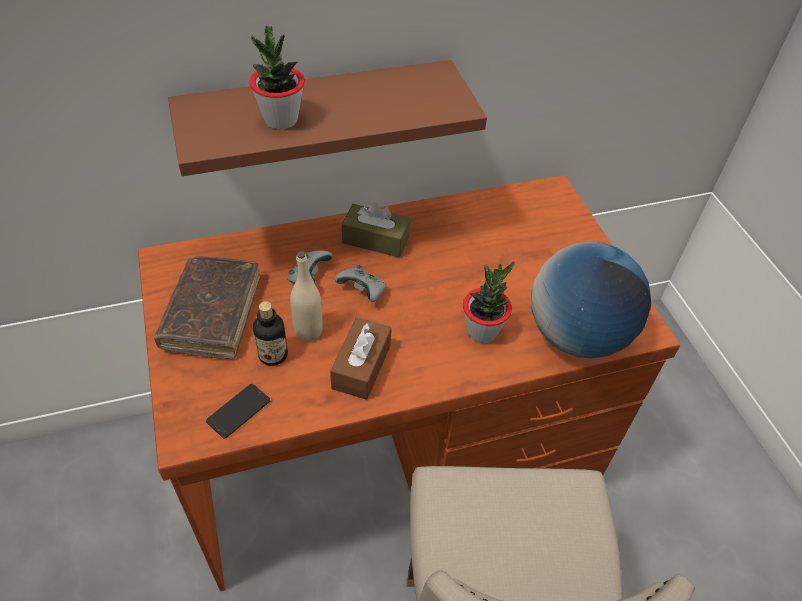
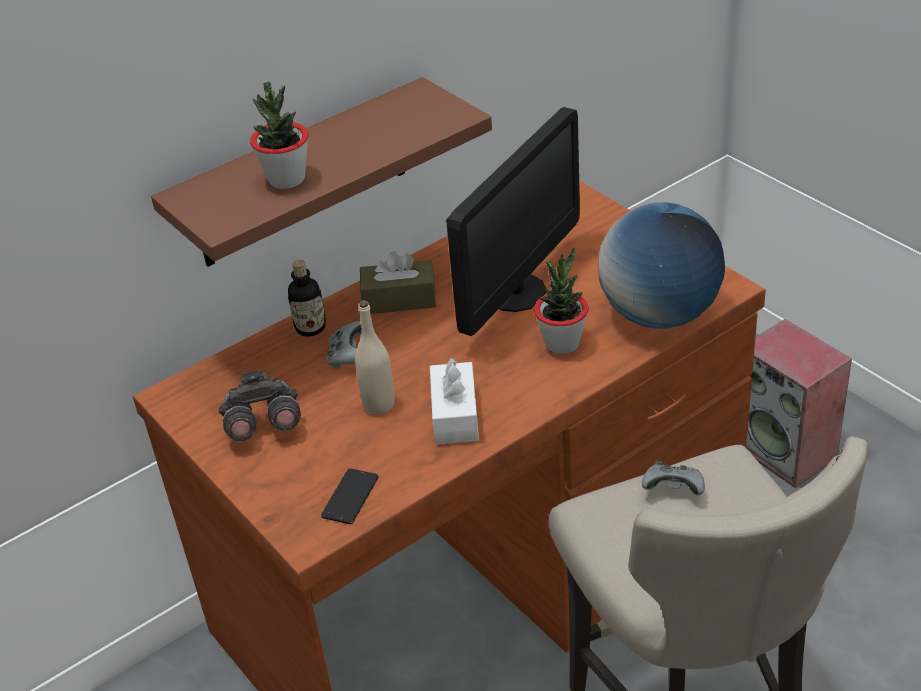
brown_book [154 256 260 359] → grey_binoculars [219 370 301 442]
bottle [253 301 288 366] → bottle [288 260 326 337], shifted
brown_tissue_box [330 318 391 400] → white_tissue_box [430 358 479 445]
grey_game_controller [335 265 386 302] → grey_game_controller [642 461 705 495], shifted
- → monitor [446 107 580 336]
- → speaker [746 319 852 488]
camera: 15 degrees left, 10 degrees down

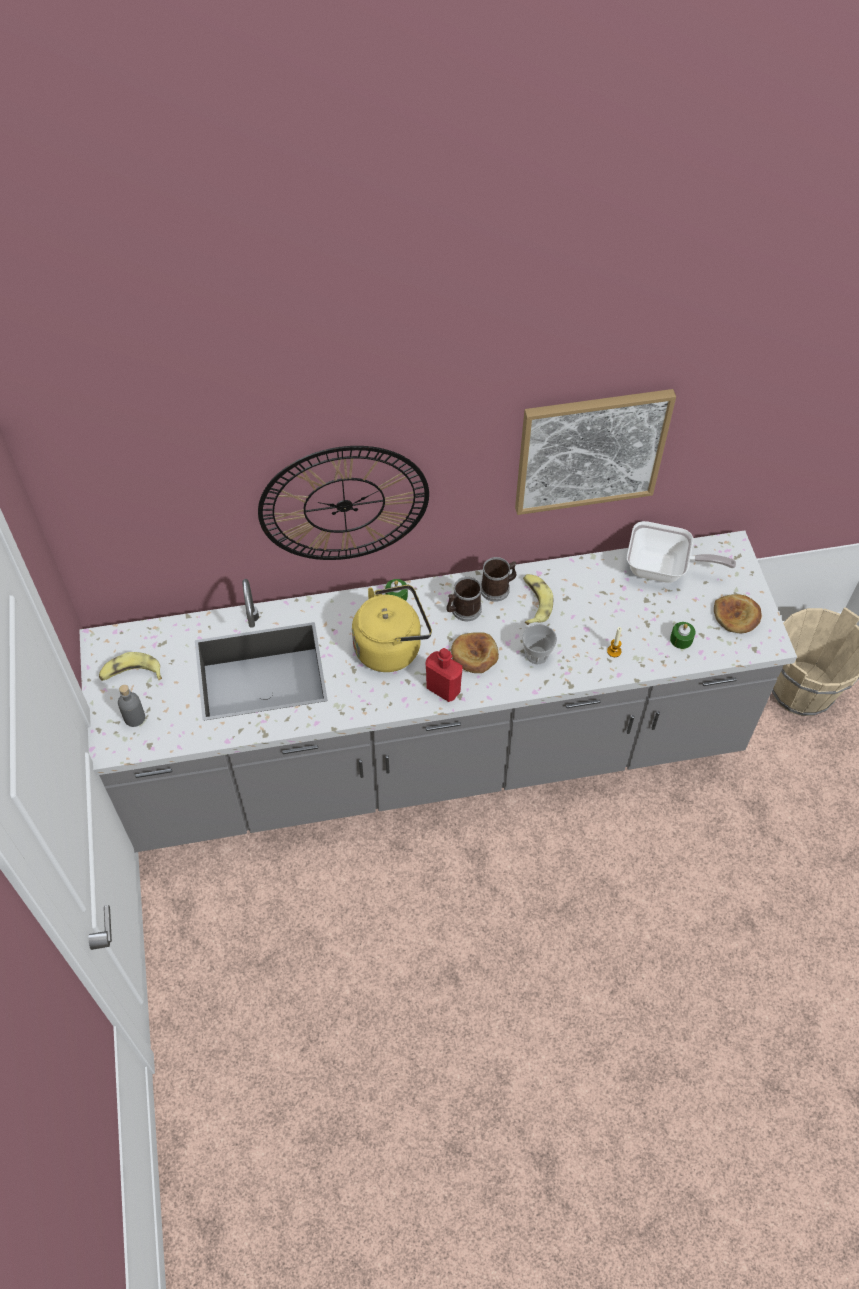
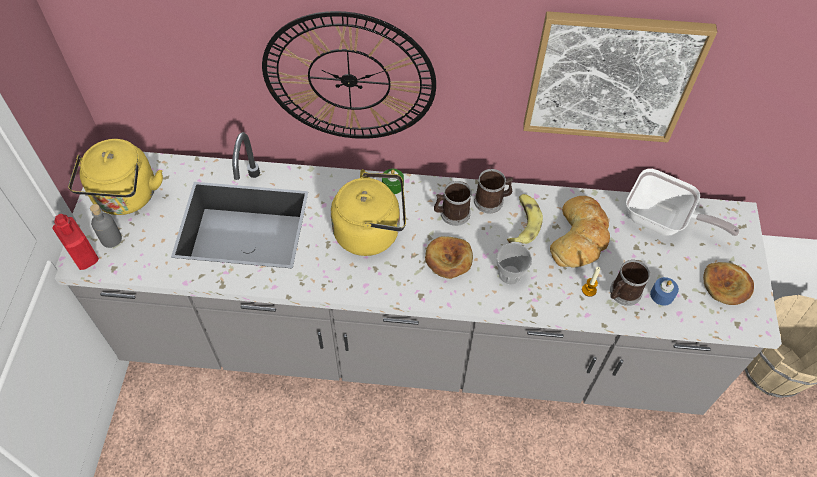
banana [99 652 162 681] → yellow_kettle [68 139 163 215]
red_bottle [425 648 463 702] → red_bottle [52 214 99 270], shifted
green_candle [670 622 695 649] → blue_candle [650 277 679 306]
- → bread [550 196 610 268]
- → mug [610 260 651 306]
camera: 15 degrees right, 0 degrees up

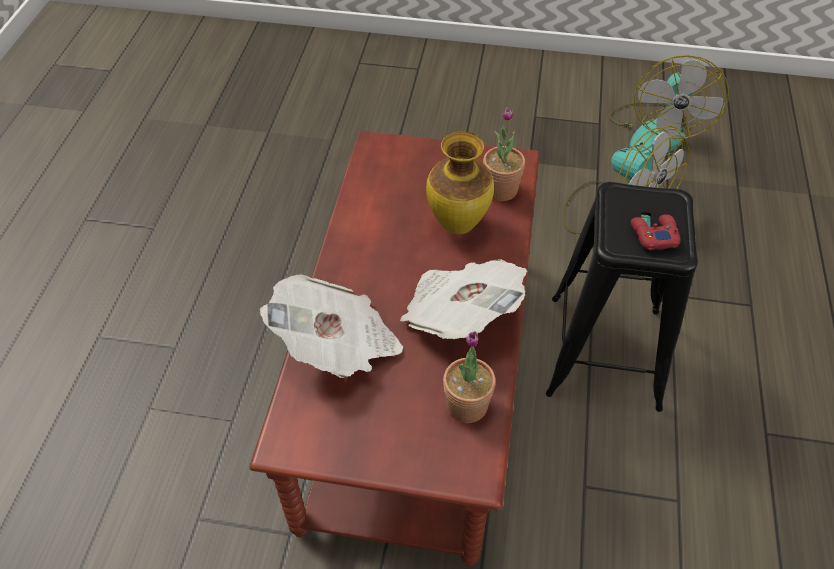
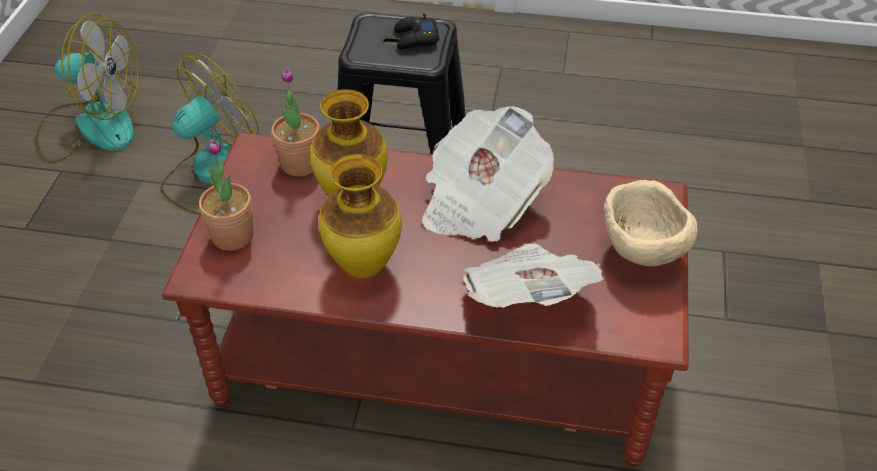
potted_plant [443 331 496 423] → potted_plant [199 139 253 251], shifted
red_game_controller [631 214 681 250] → black_game_controller [394 14 439 49]
- → vase [318 154 402 278]
- → beige_bowl [604 180 698 266]
camera: 90 degrees left, 5 degrees down

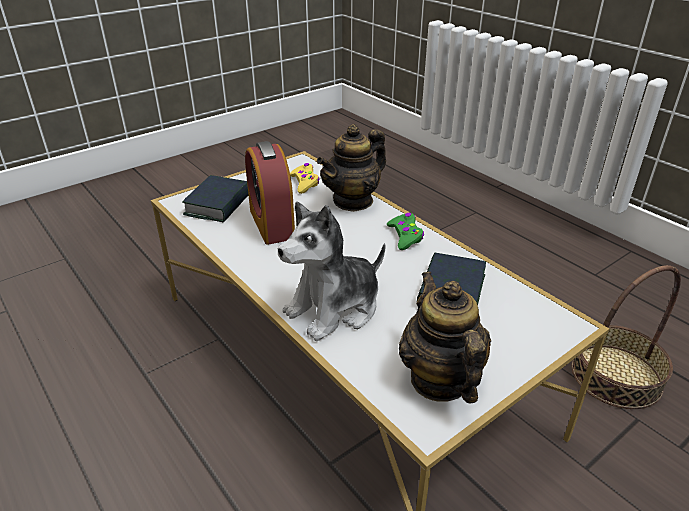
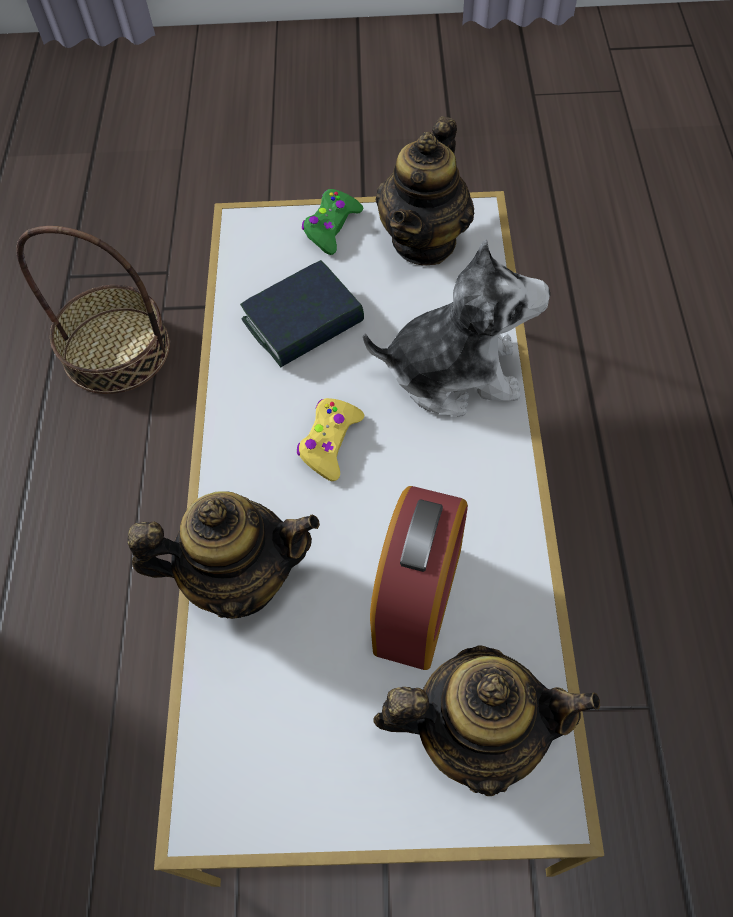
book [182 175 248 223] → teapot [374 645 600 796]
yellow_game_controller [290 163 320 194] → yellow_game_controller [297 398 364 481], shifted
green_game_controller [387 213 424 250] → green_game_controller [302 189 363 255], shifted
camera: 140 degrees left, 25 degrees up

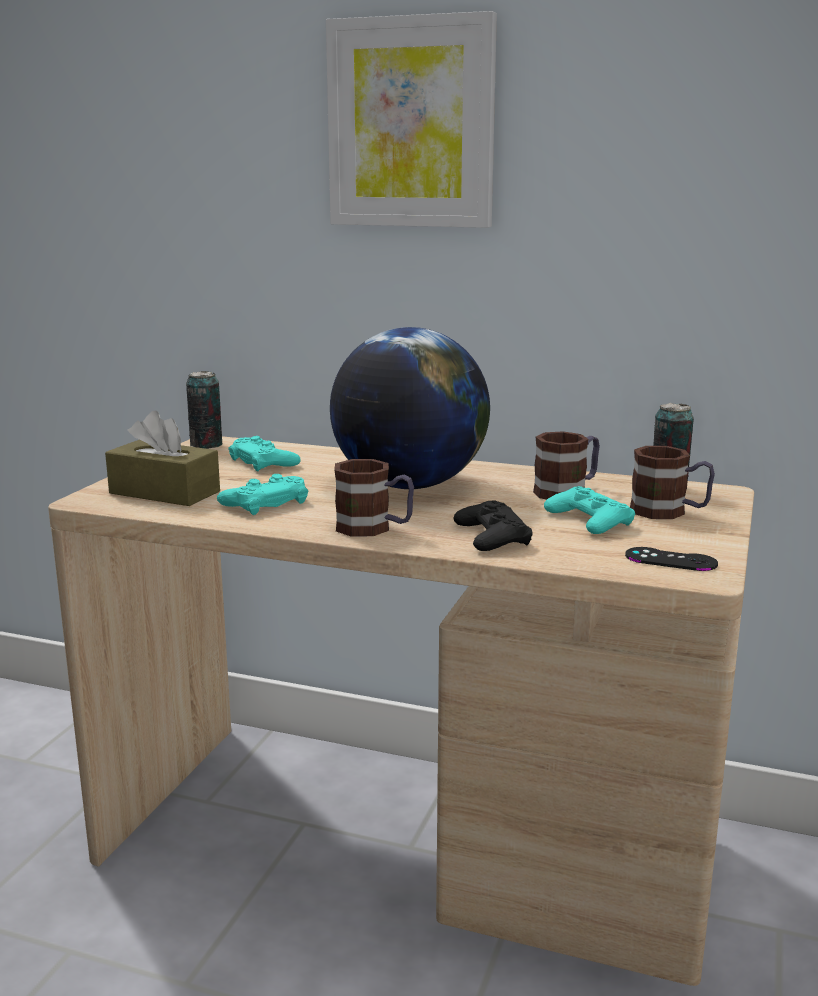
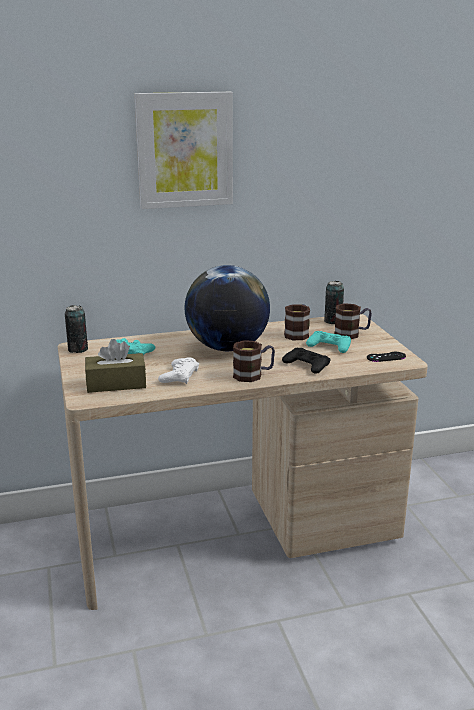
turquoise_game_controller [217 474 308 515] → white_game_controller [158 357 199 384]
camera: 35 degrees left, 5 degrees up

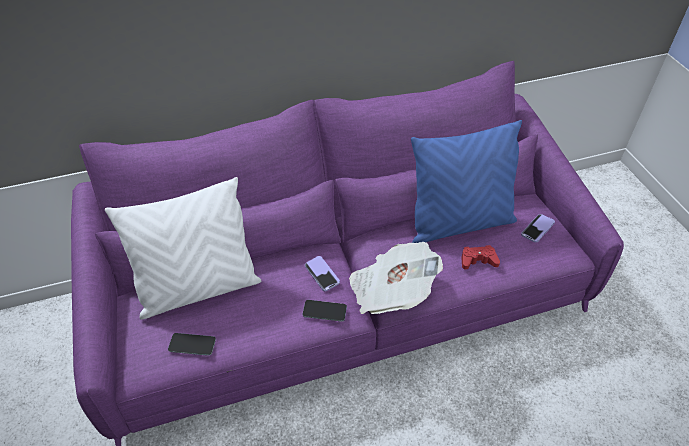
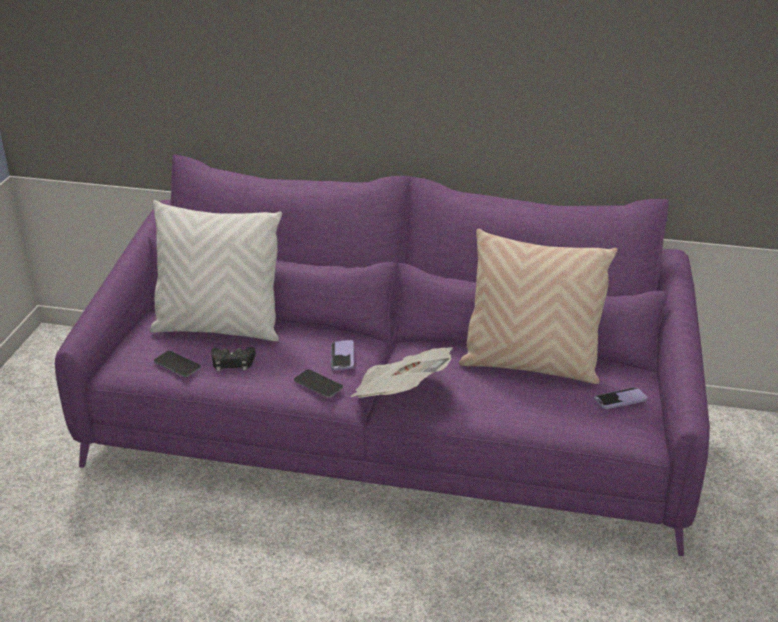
blue_pillow [411 120 522 243] → beige_pillow [459 229 618 384]
red_game_controller [461 245 500 269] → -
- → black_game_controller [211 347 256 371]
camera: 30 degrees right, 15 degrees down

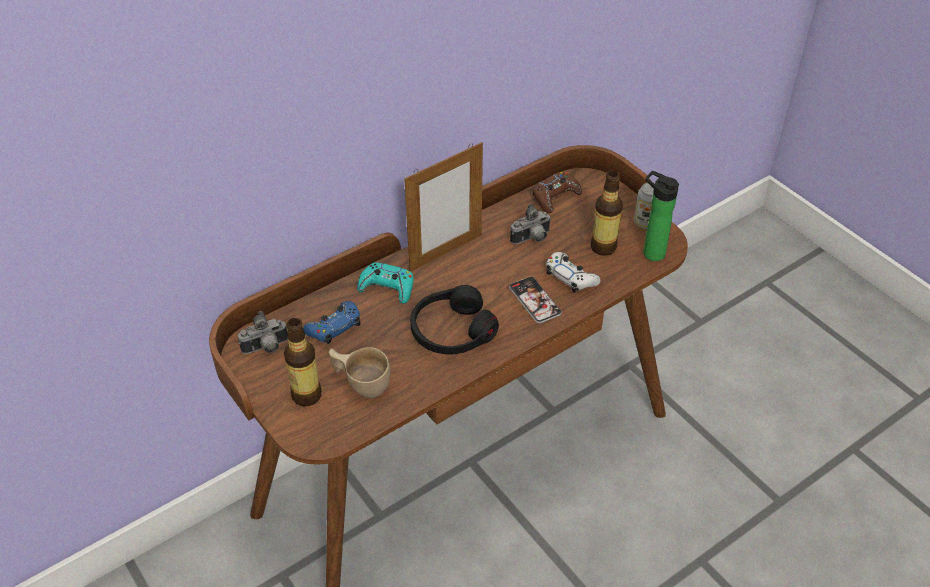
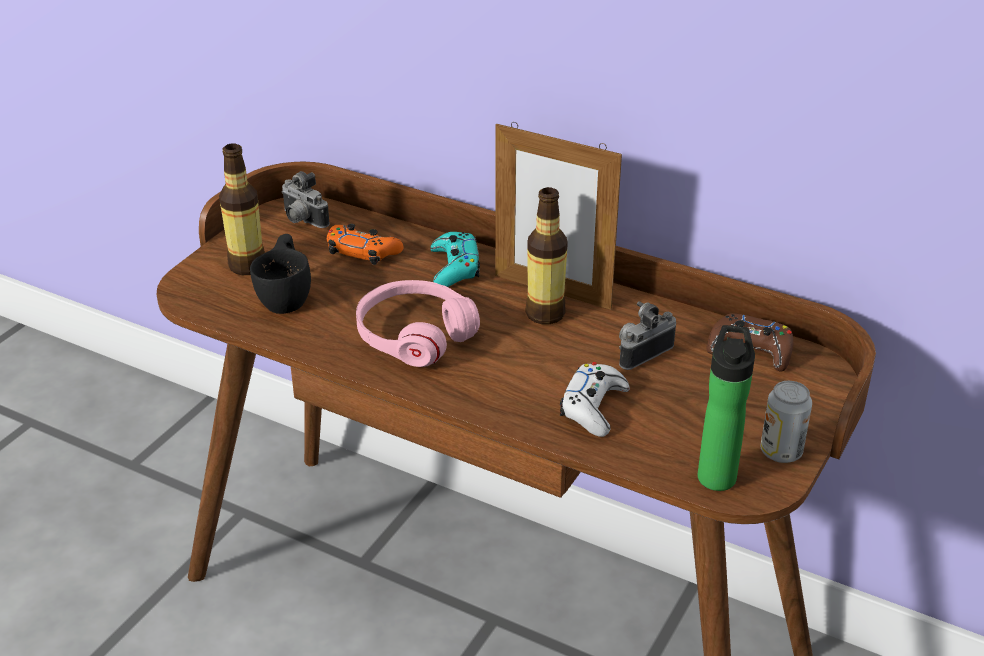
blue_game_controller [303 301 361 344] → orange_game_controller [327 224 403 265]
beige_cup [329 347 391 398] → black_cup [250 234 311 314]
black_headphones [410 285 499 355] → pink_headphones [356 280 480 367]
phone [509 277 562 324] → -
photo_camera [510 204 551 244] → photo_camera [619 301 676 370], 105 degrees clockwise
bottle [590 171 623 256] → bottle [525 187 568 324], shifted
camera: 65 degrees right, 10 degrees down

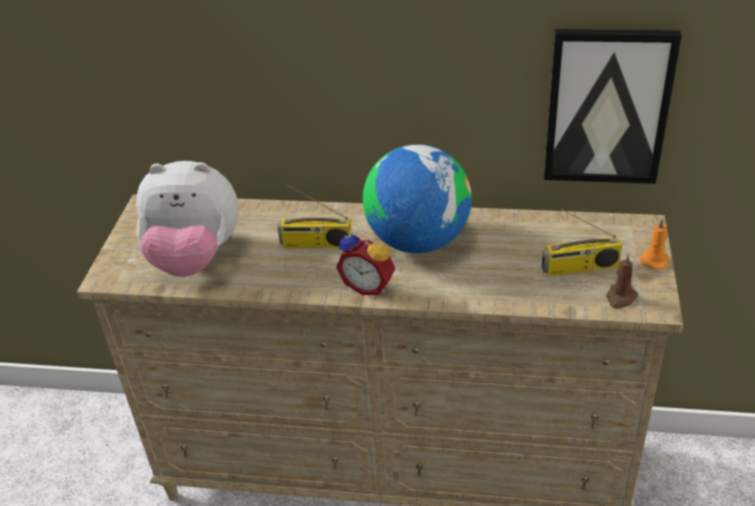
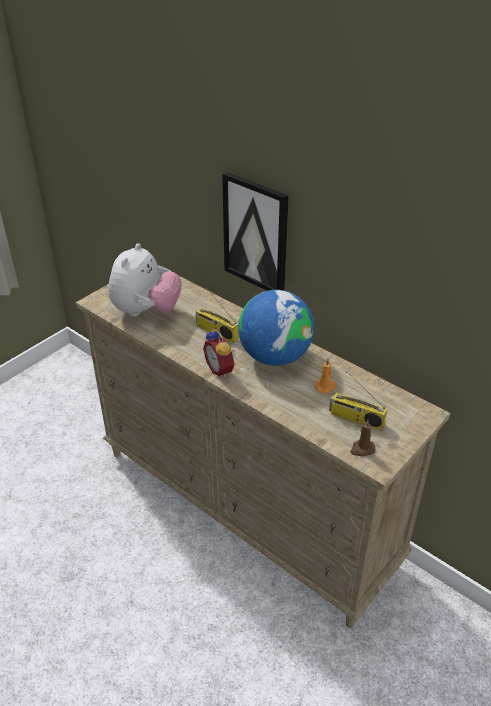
plush_toy [136 161 239 277] → plush_toy [109 243 182 317], 105 degrees counterclockwise
picture [544 29 682 184] → picture [222 172 289 291], shifted
orange_candle [639 218 669 270] → orange_candle [314 358 337 393], shifted
camera: 30 degrees right, 0 degrees up

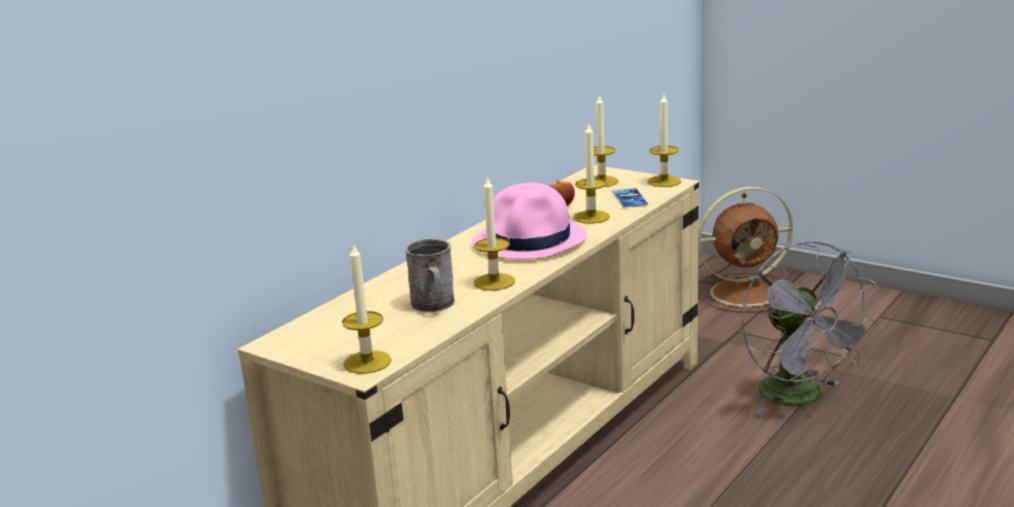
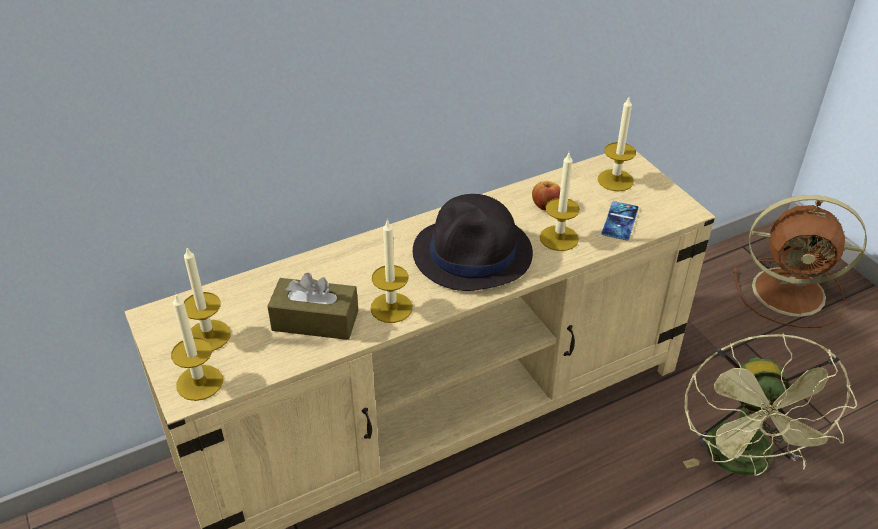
grey_mug [406 239 455 312] → brown_tissue_box [267 273 358 340]
pink_hat [472 183 587 259] → black_hat [413 194 533 291]
candle [647 95 681 187] → candle [184 246 230 351], shifted
grey_fan [742 241 878 415] → green_fan [683 333 857 476]
camera: 25 degrees right, 20 degrees up

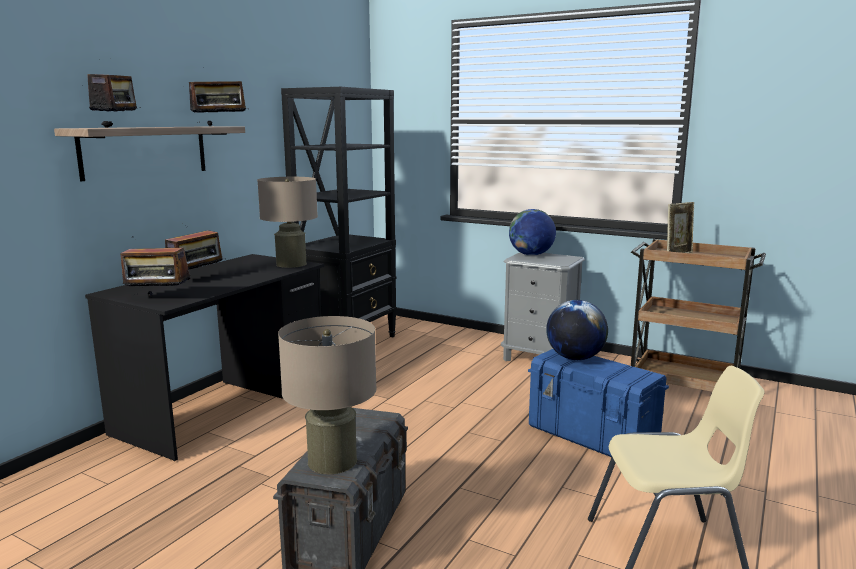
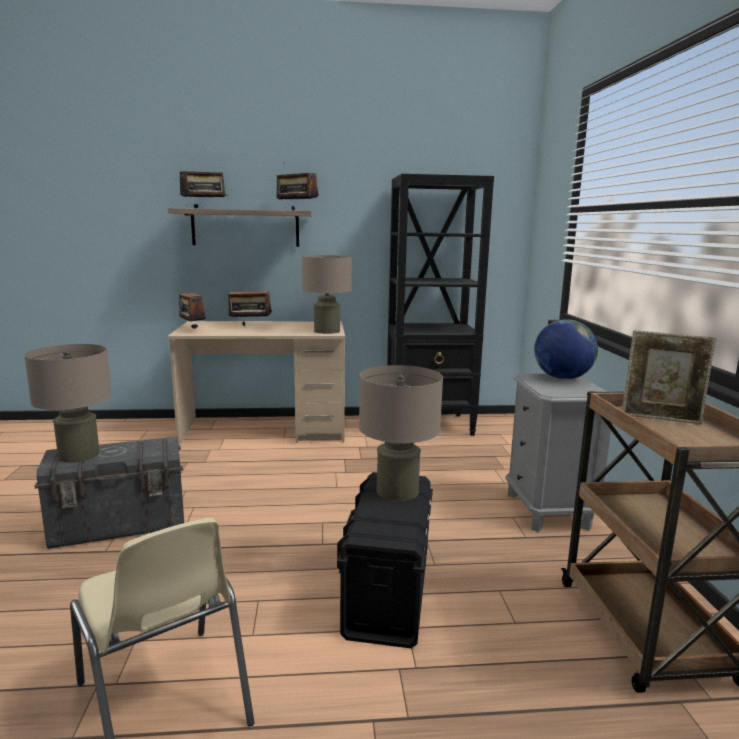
black_desk [85 254 324 461] → beige_desk [168 321 345 445]
blue_storage_box [528 349 669 457] → black_storage_box [337 472 433 648]
globe [546 300 608 360] → beige_table_lamp [359 365 443 501]
camera: 55 degrees right, 0 degrees up

